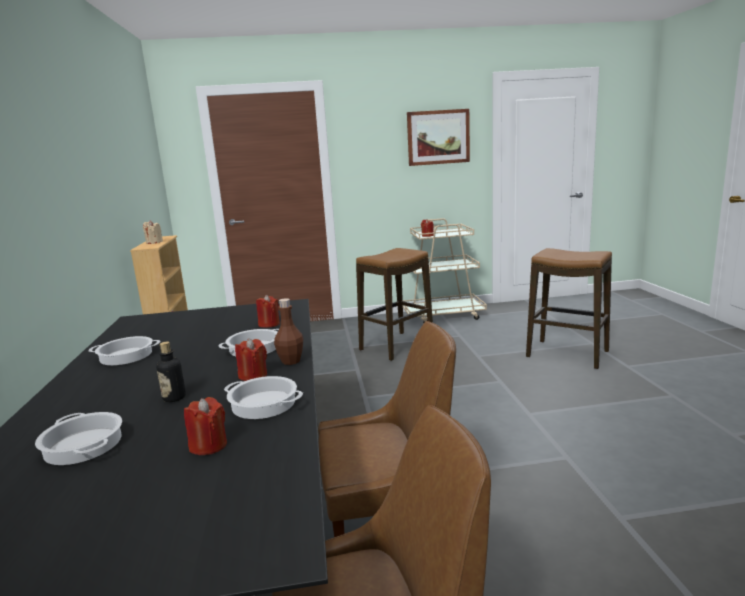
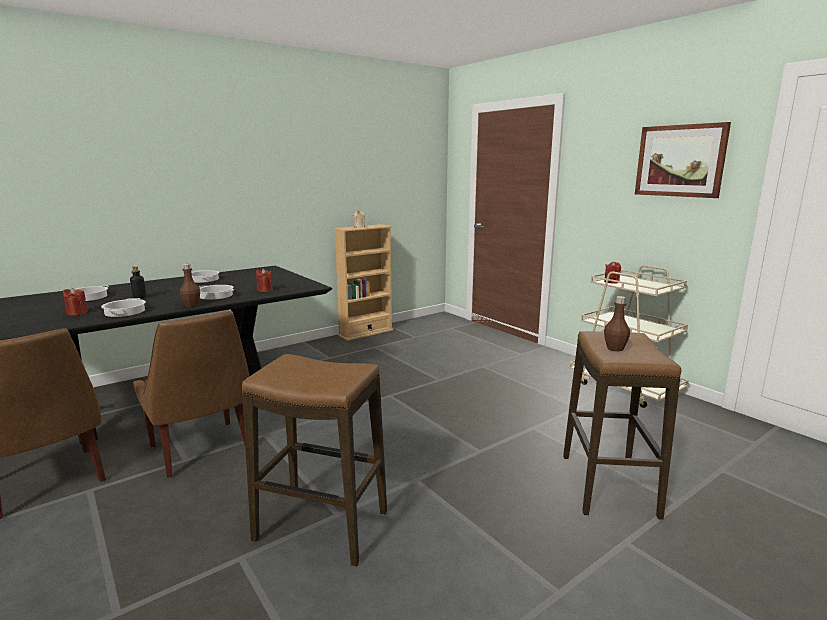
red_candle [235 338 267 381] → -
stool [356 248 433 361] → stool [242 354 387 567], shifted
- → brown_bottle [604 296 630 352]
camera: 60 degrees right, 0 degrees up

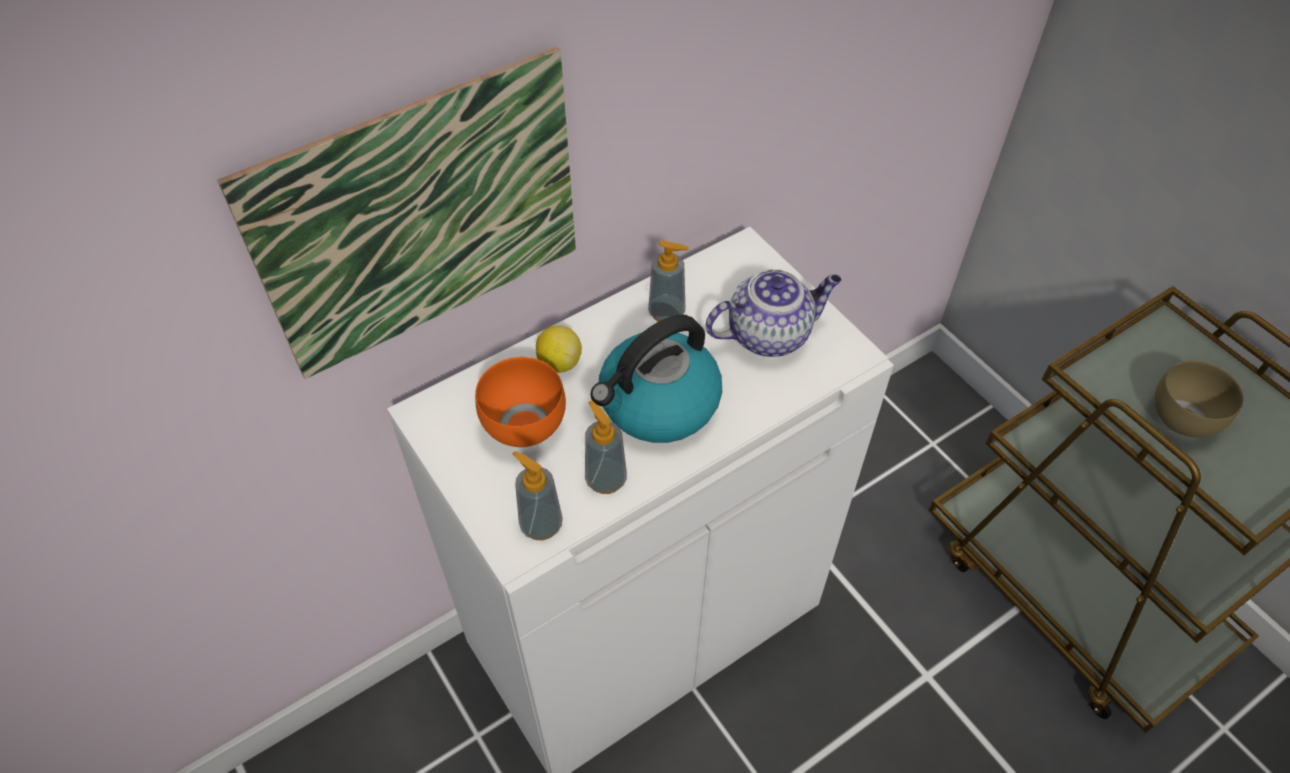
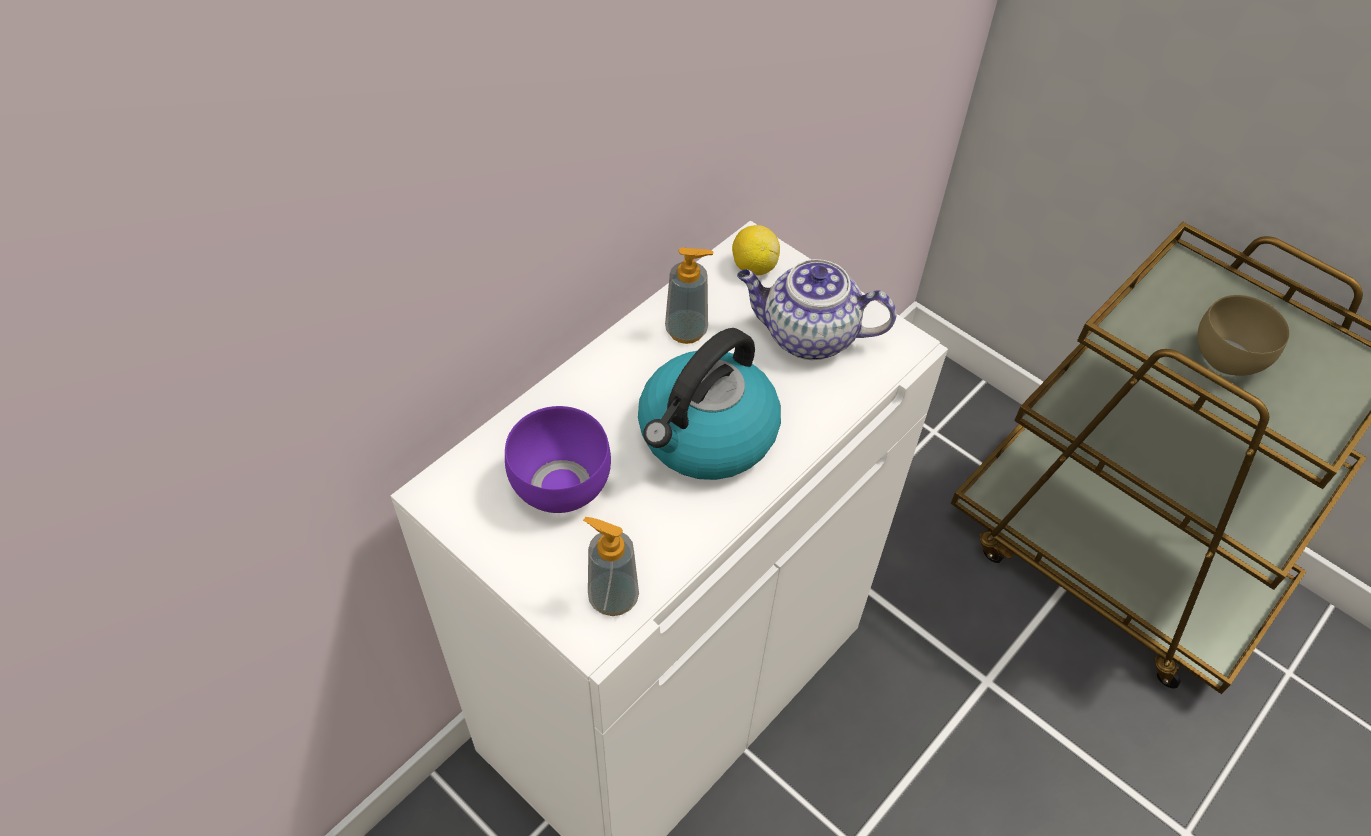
picture [217 46 576 379] → -
orange_bowl [475 357 566 447] → purple_bowl [505 406 611 513]
lemon [536 326 582 373] → lemon [732 225 780 276], shifted
soap_dispenser [585 400 627 494] → -
teapot [706 269 841 357] → teapot [737 259 897 360], 135 degrees counterclockwise
camera: 15 degrees left, 0 degrees up

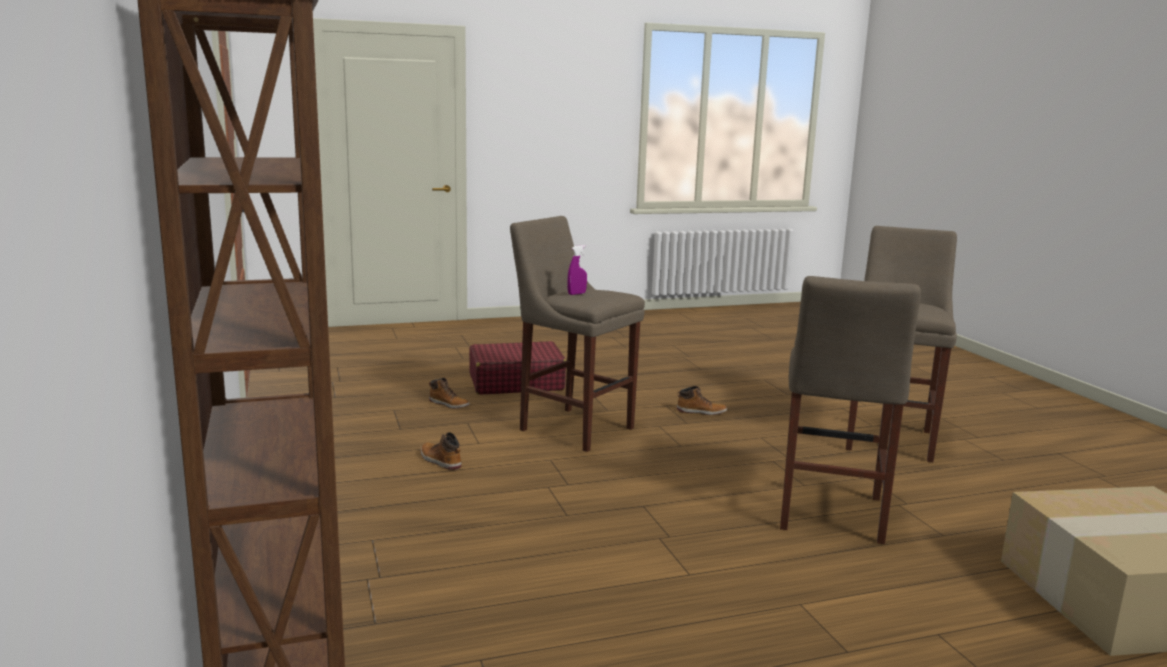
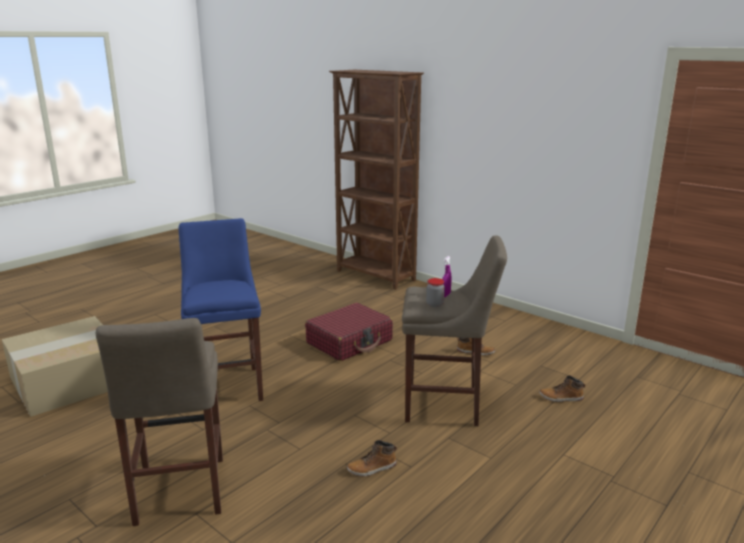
red_suitcase [469 341 567 395] → red_suitcase [305 303 393 361], shifted
beige_stool [780 276 921 544] → blue_stool [179 218 263 401]
- → jar [426 278 445 307]
camera: 150 degrees right, 5 degrees up

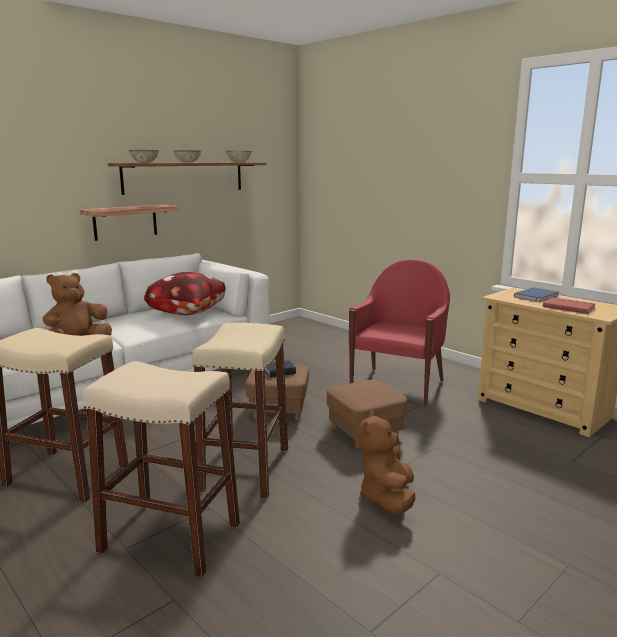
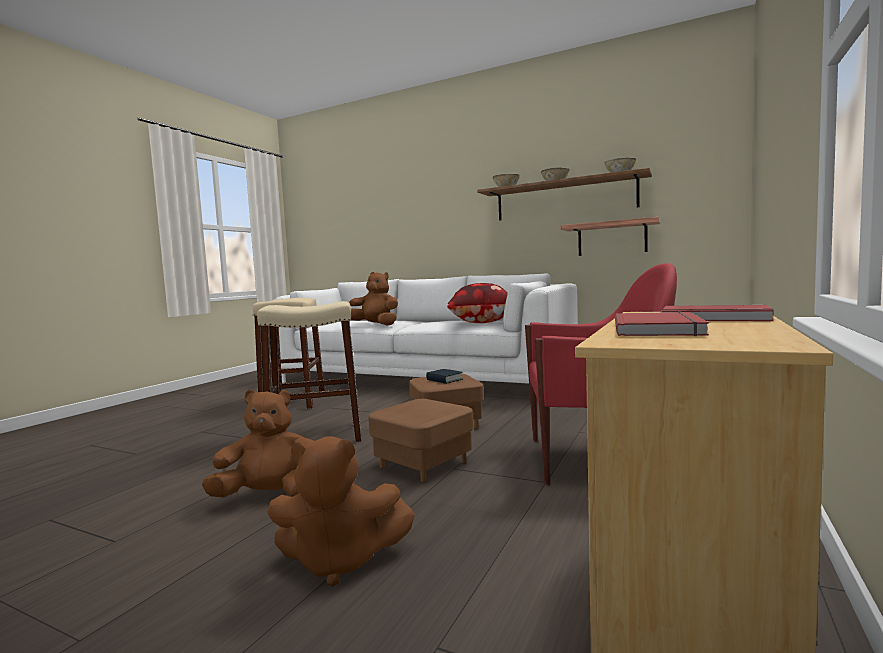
shelf [80 204 180 241] → shelf [561 217 660 256], shifted
beige_stool [83 361 240 578] → -
blue_book [514 288 559 302] → red_book [661 305 774 321]
- → brown_plush_toy [267 436 415 587]
camera: 70 degrees right, 10 degrees down

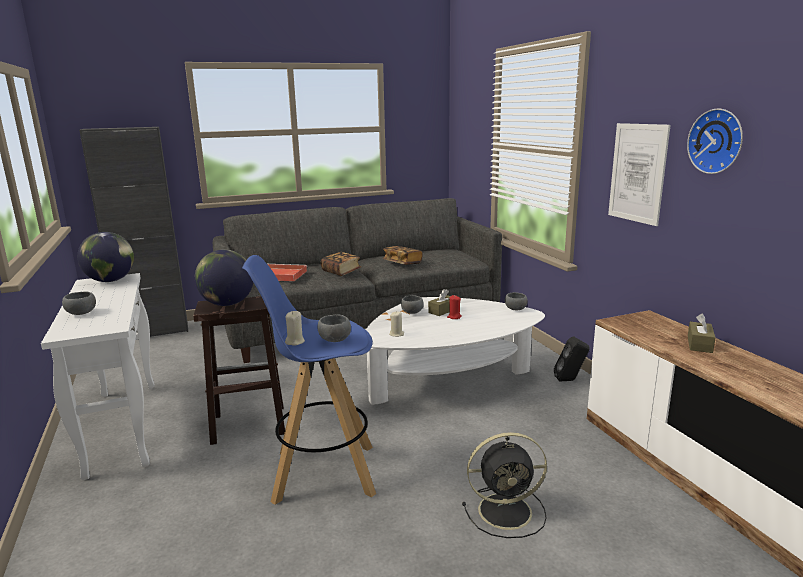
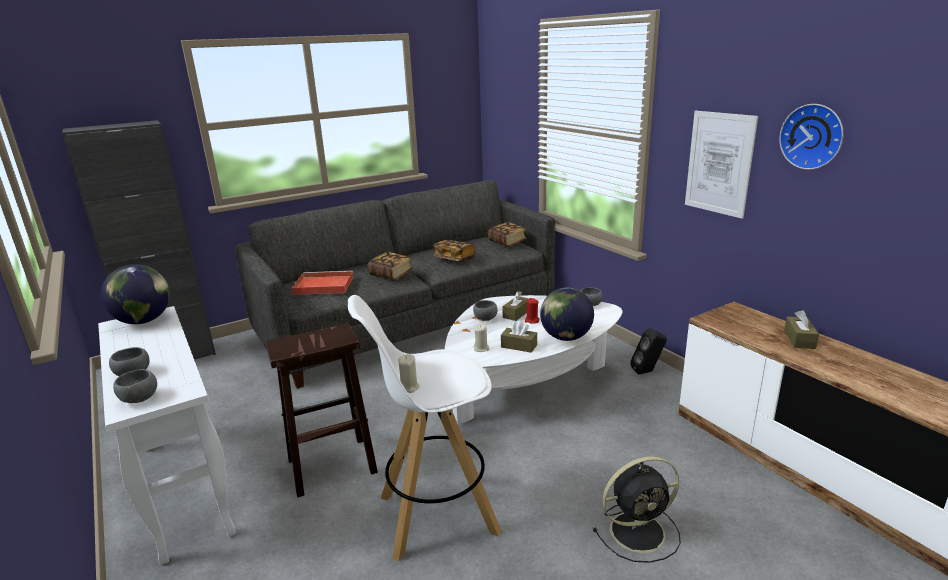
globe [195 249 254 306] → globe [540 287 594 341], shifted
blue_stool [242 255 376 505] → white_stool [348 295 502 562]
grey_bowl [318 315 351 342] → grey_bowl [113 369 157 403], shifted
- → book [488 222 527 247]
- → brown_tissue_box [501 320 537 353]
camera: 10 degrees left, 5 degrees up

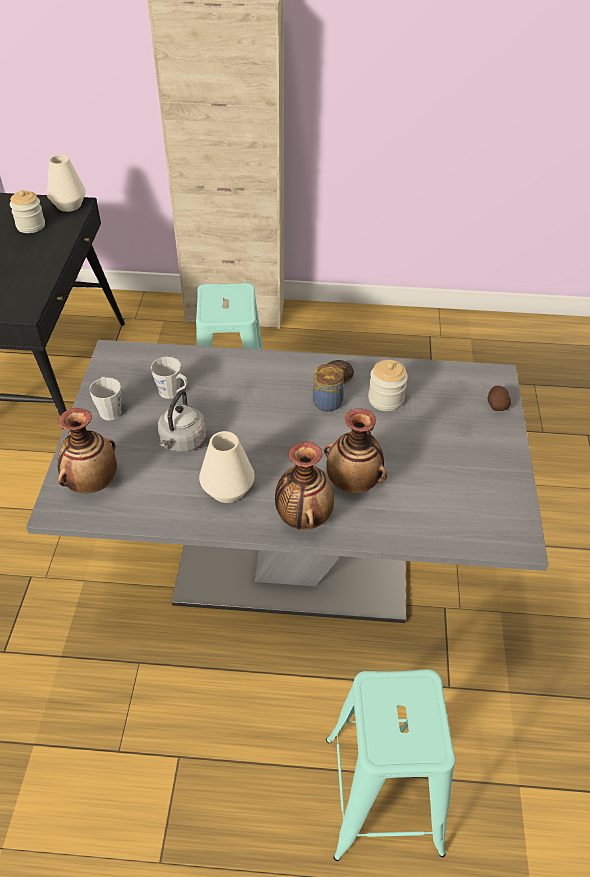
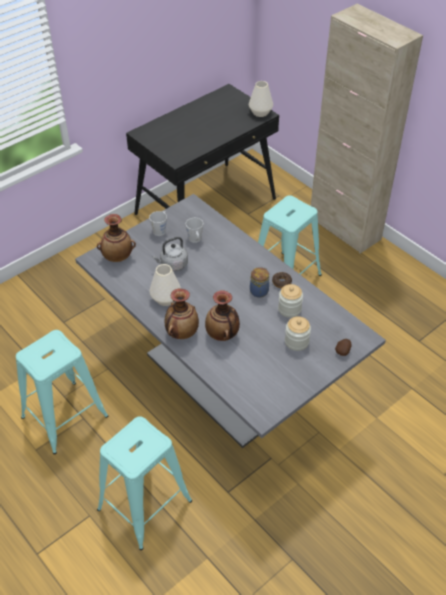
jar [10 190 45 233] → jar [285 316 311 351], shifted
- → turquoise_stool [16 330 108 454]
camera: 45 degrees right, 0 degrees up

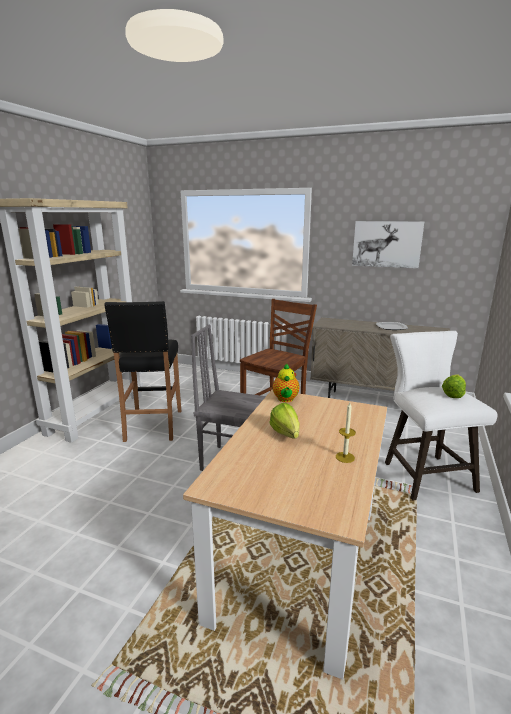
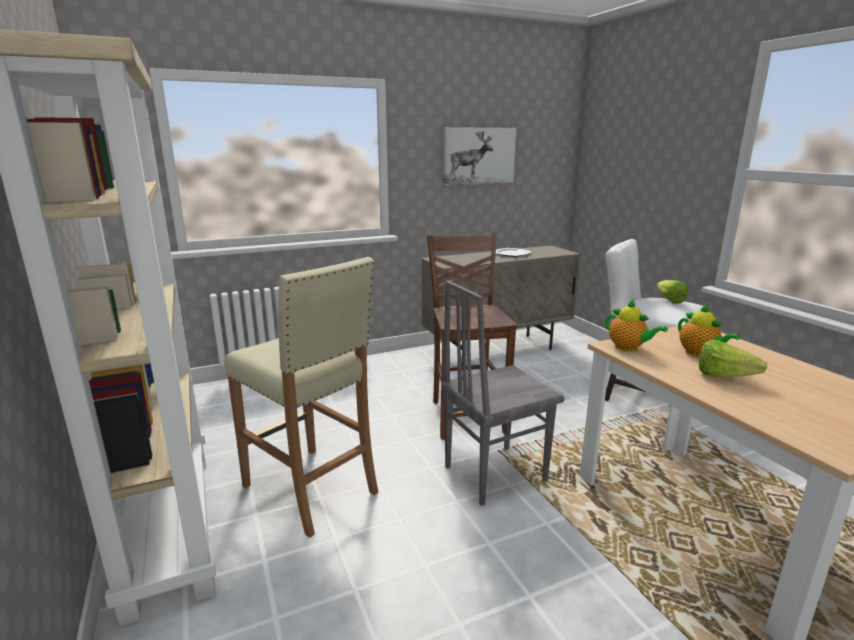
black_stool [104 301 181 442] → beige_stool [224 257 378 538]
candle [336 402 356 463] → -
- → teapot [678 304 740 357]
camera: 45 degrees left, 0 degrees up

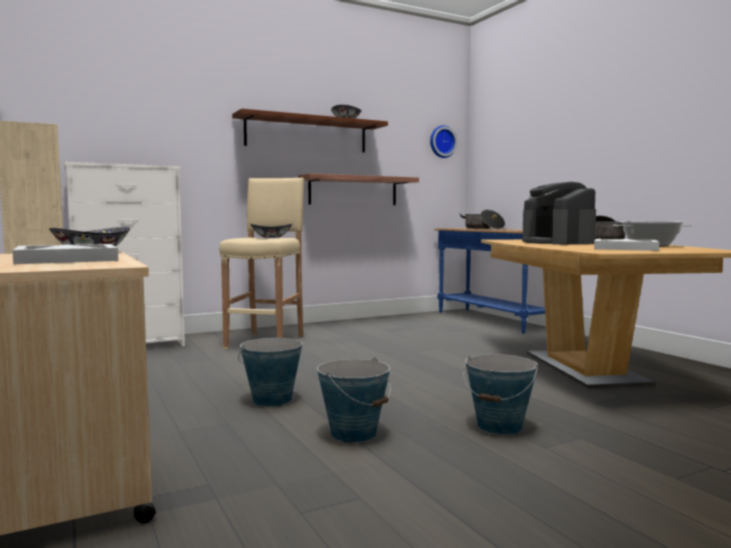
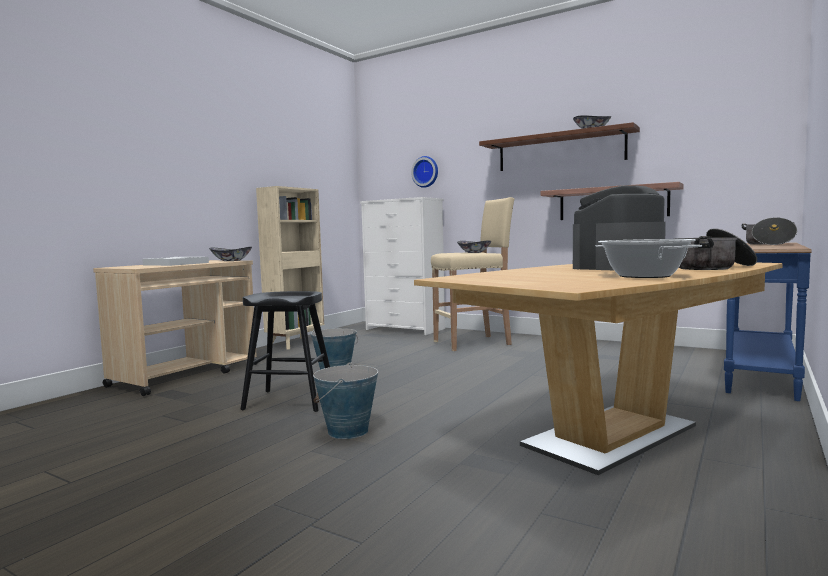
bucket [317 358 391 443] → black_stool [241 291 330 412]
wall_clock [430 125 457 158] → wall_clock [411 156 438 188], shifted
white_tray [594 239 659 251] → -
camera: 60 degrees right, 0 degrees up

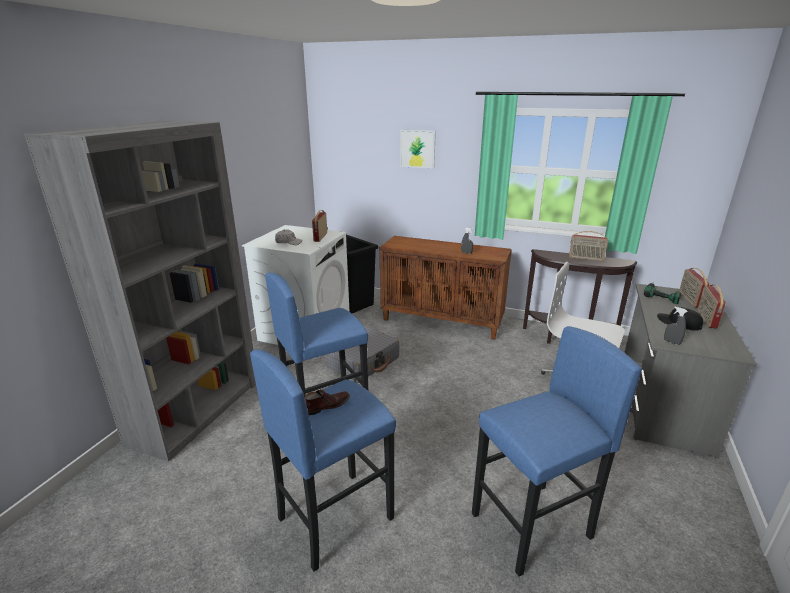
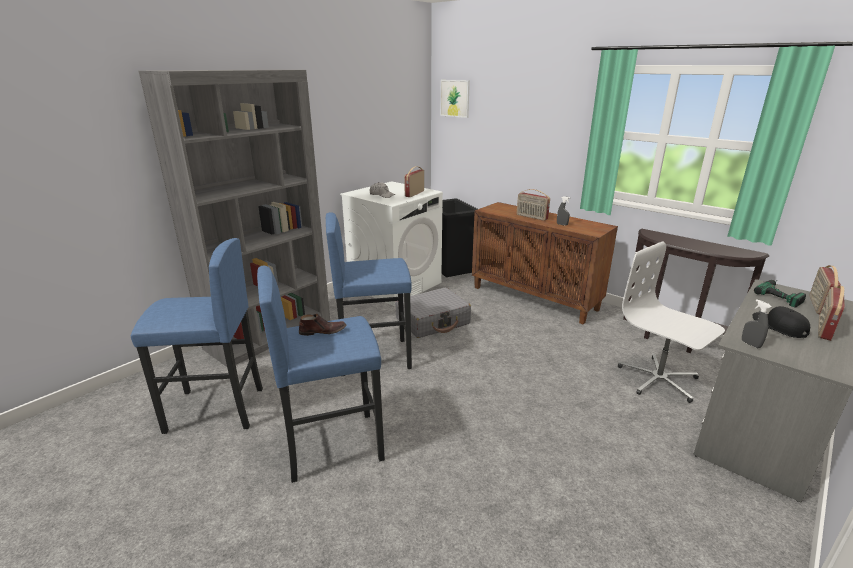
picture [400 130 436 169] → picture [440 80 470 118], shifted
blue_stool [472 326 642 577] → blue_stool [131 238 263 434], shifted
radio [569 231 608 261] → radio [517 189 550 221], shifted
camera: 20 degrees right, 0 degrees up

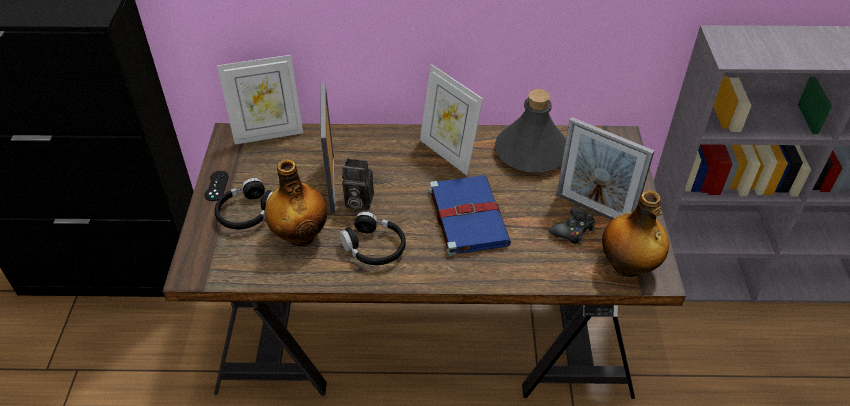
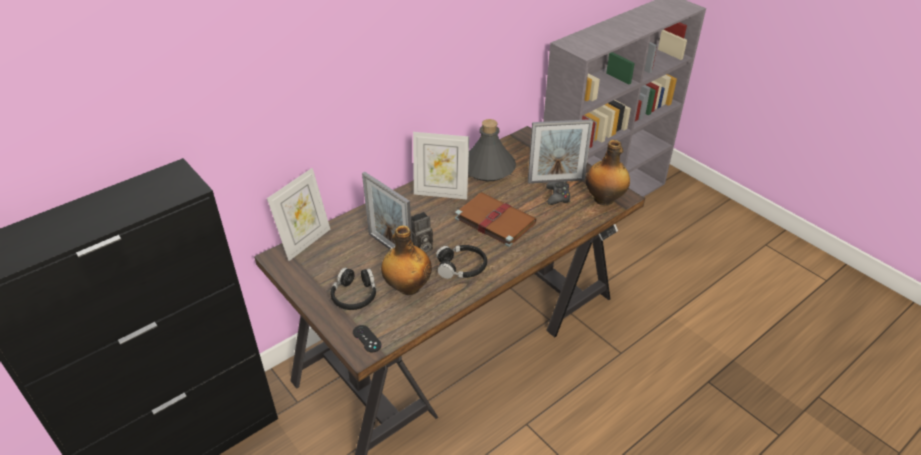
black_game_controller [204 171 229 201] → black_game_controller [353 325 382 352], shifted
blue_book [429 175 511 256] → brown_book [455 192 537 247]
camera: 40 degrees left, 5 degrees down

